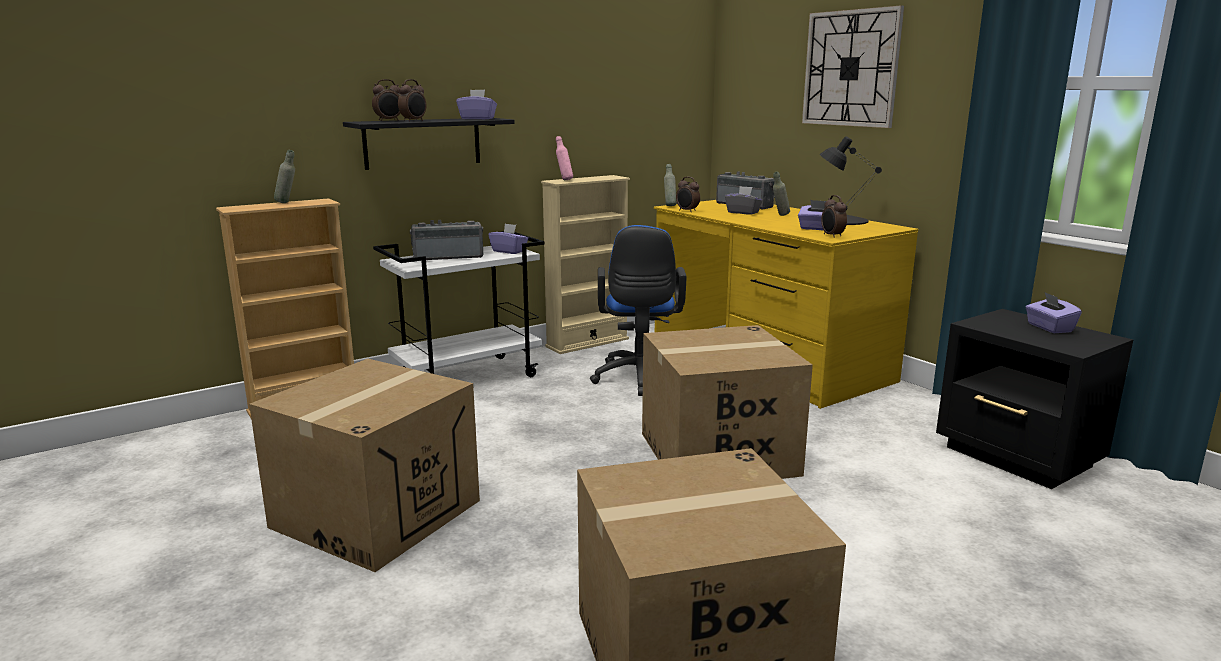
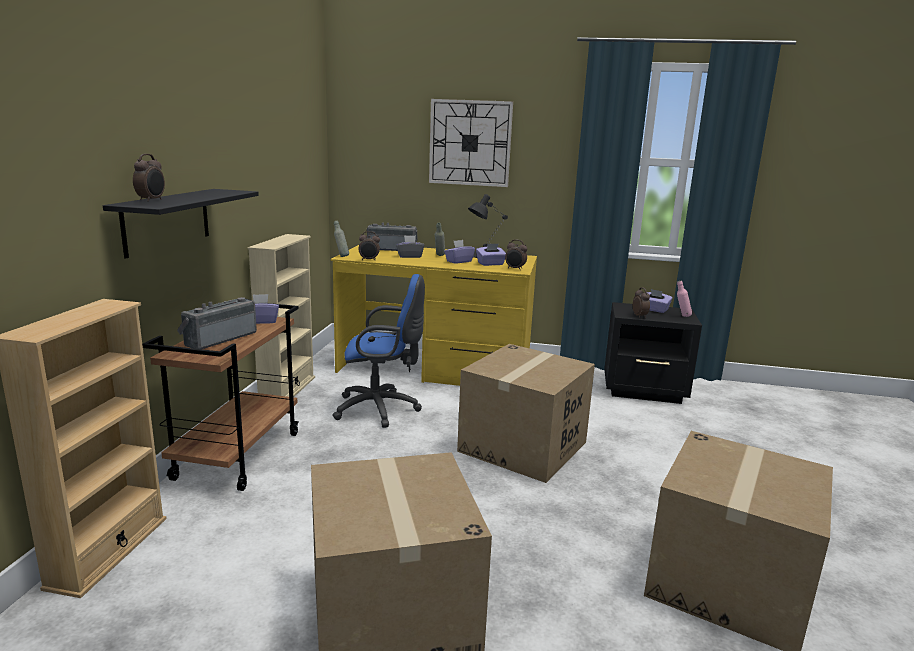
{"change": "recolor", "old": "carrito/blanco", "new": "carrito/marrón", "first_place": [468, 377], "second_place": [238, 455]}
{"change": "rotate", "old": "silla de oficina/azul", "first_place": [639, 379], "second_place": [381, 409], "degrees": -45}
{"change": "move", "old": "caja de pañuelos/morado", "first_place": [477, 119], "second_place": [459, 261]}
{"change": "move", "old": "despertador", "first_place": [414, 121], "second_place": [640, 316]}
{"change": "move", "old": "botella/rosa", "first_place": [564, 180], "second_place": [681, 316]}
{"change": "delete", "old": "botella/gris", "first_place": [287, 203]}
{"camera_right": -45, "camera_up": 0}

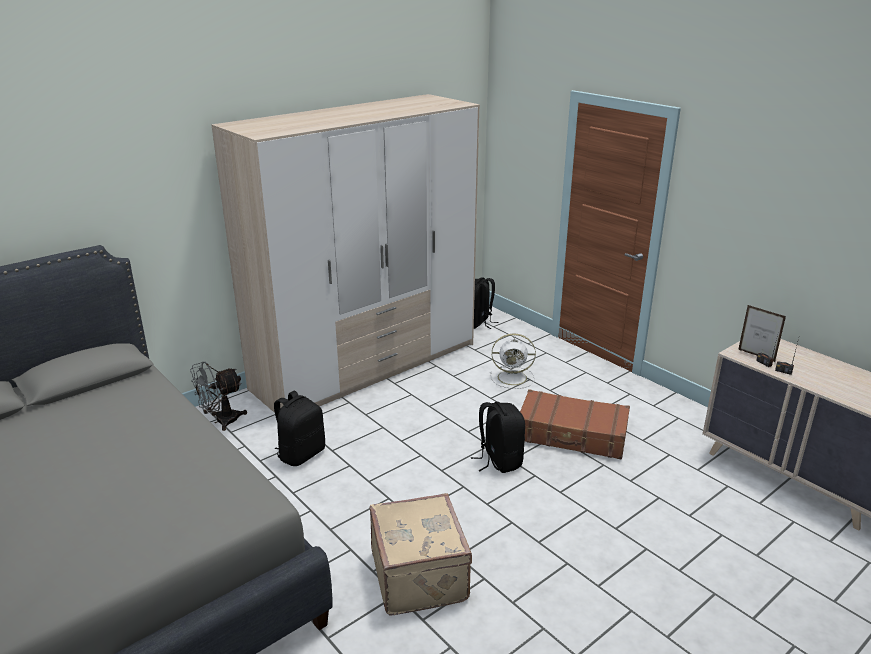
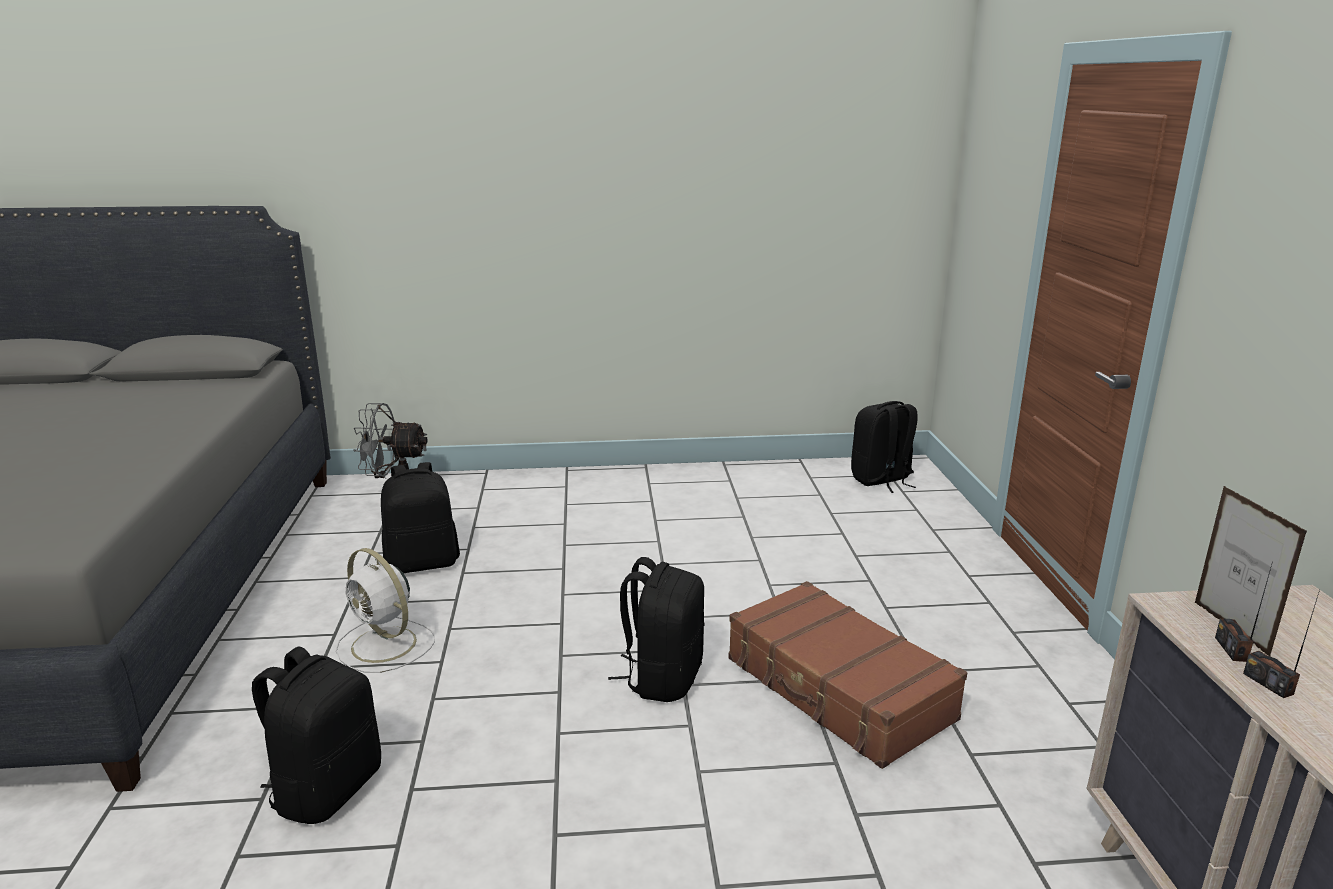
{"change": "replace", "old": "maleta/beis", "new": "mochila/negro", "first_place": [420, 575], "second_place": [327, 789]}
{"change": "move", "old": "ventilador/blanco", "first_place": [513, 378], "second_place": [386, 646]}
{"change": "delete", "old": "armario ropero", "first_place": [367, 366]}
{"camera_right": 35, "camera_up": -5}

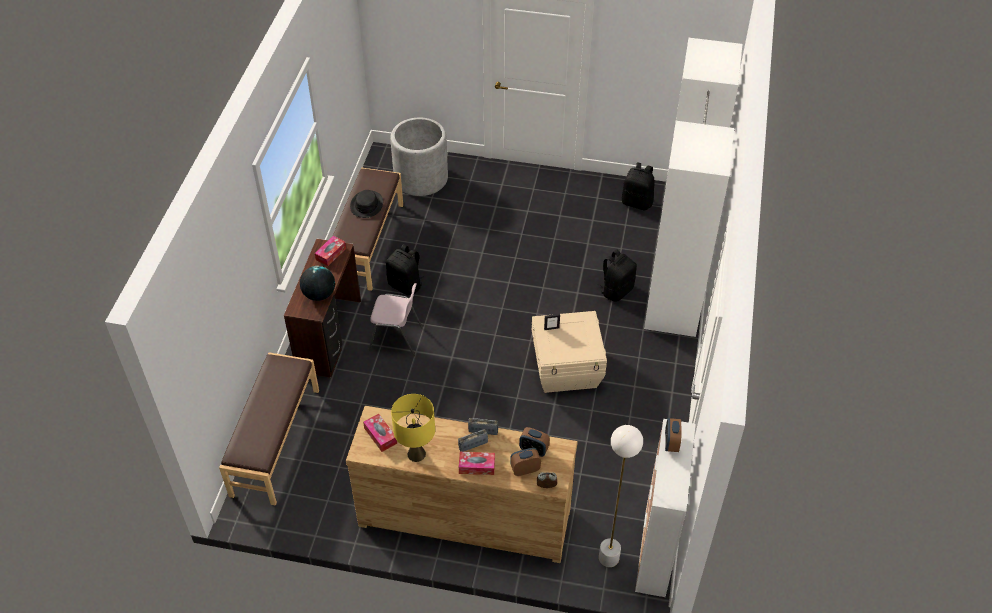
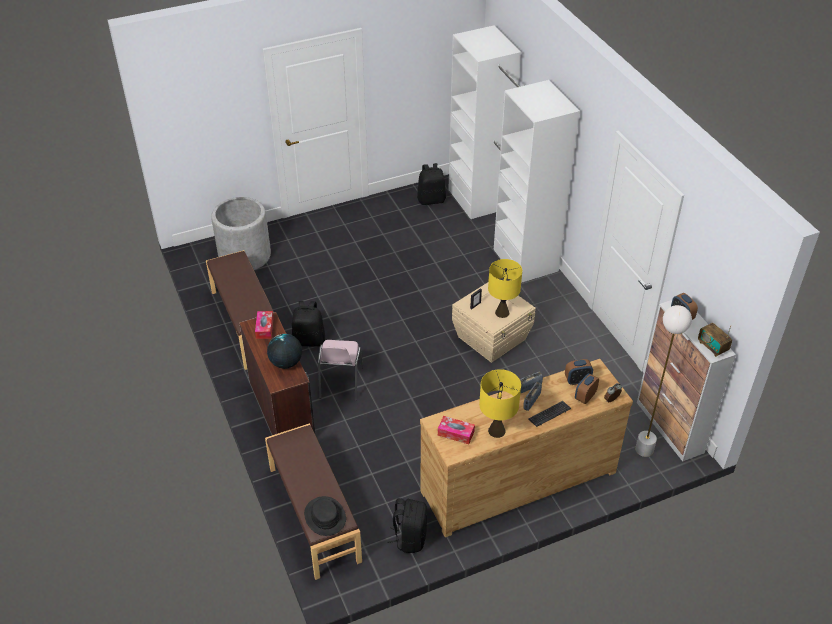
{"change": "move", "old": "sombrero/negro", "first_place": [366, 205], "second_place": [325, 517]}
{"change": "rotate", "old": "silla/rosa", "first_place": [396, 339], "second_place": [340, 383], "degrees": 120}
{"change": "move", "old": "mochila/negro", "first_place": [616, 290], "second_place": [410, 538]}
{"change": "insert", "new": "lámpara de mesa/amarillo", "second_place": [502, 312]}
{"change": "replace", "old": "caja de pañuelos", "new": "teclado", "first_place": [476, 466], "second_place": [549, 414]}
{"change": "insert", "new": "radio", "second_place": [712, 347]}
{"camera_right": -35, "camera_up": -5}

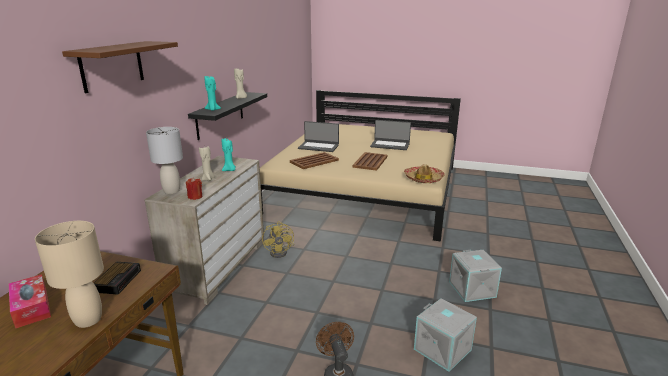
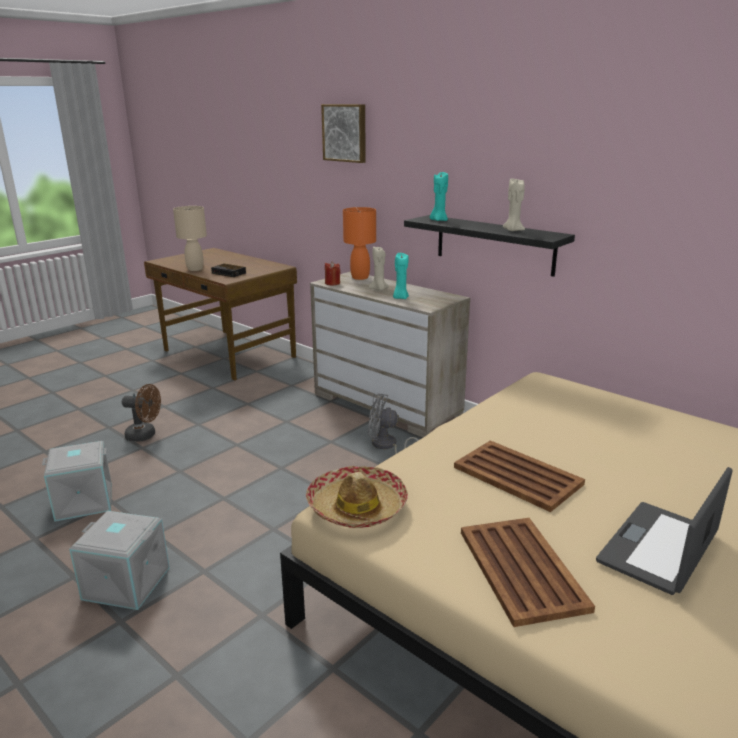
{"change": "replace", "old": "estante/marrón", "new": "cuadro", "first_place": [112, 66], "second_place": [345, 133]}
{"change": "recolor", "old": "lámpara de mesa/gris", "new": "lámpara de mesa/naranja", "first_place": [171, 191], "second_place": [360, 277]}
{"change": "recolor", "old": "ventilador/amarillo", "new": "ventilador/gris", "first_place": [281, 252], "second_place": [387, 446]}
{"change": "move", "old": "bandeja/marrón", "first_place": [313, 161], "second_place": [521, 568]}
{"change": "delete", "old": "caja de pañuelos", "first_place": [31, 307]}
{"change": "delete", "old": "portátil", "first_place": [318, 147]}
{"camera_right": 115, "camera_up": 0}

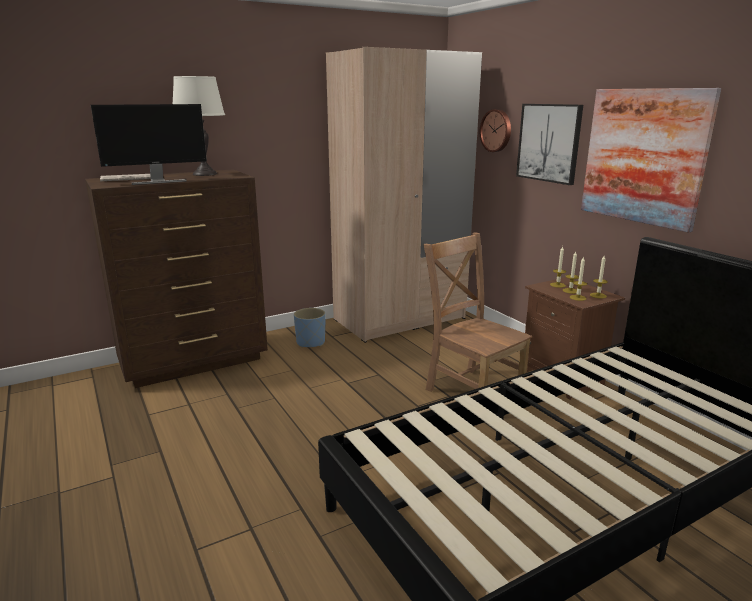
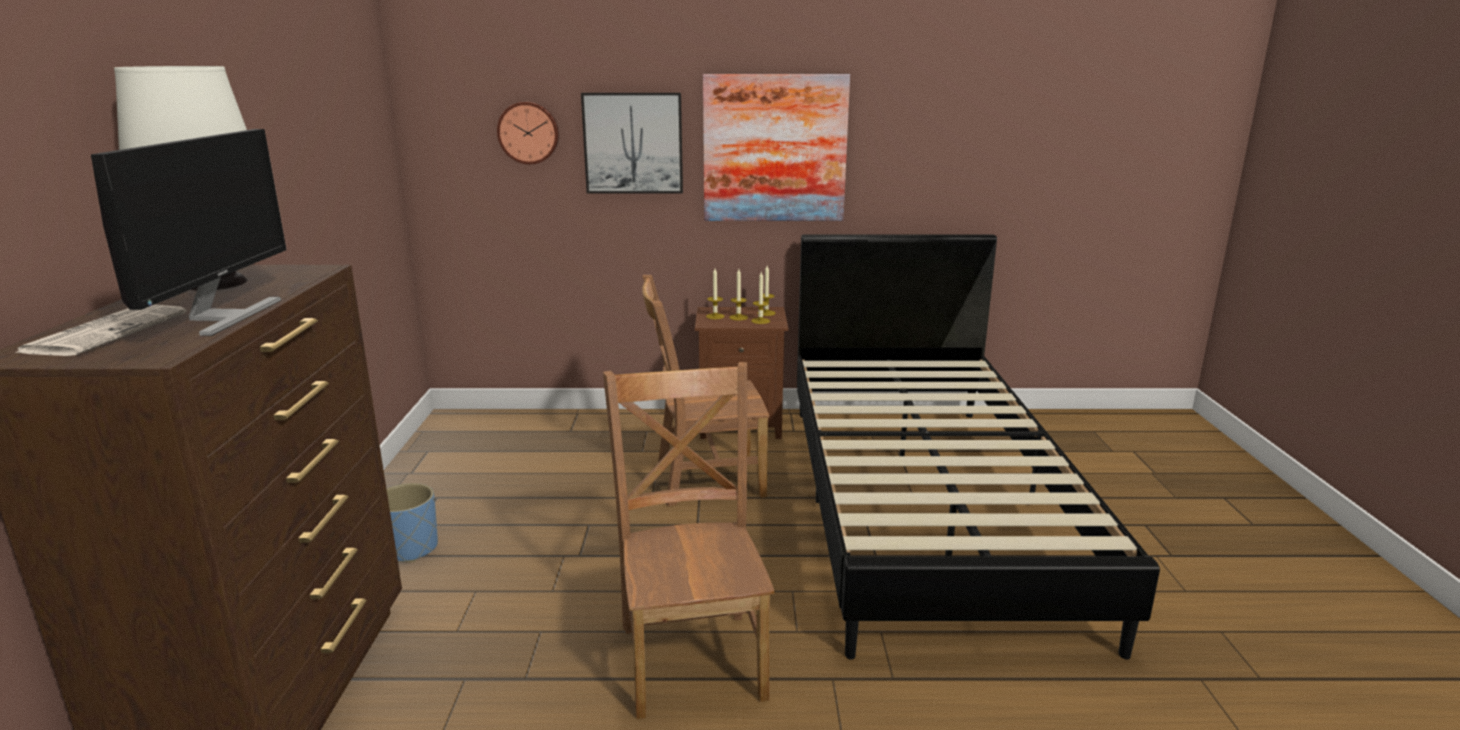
{"change": "insert", "new": "silla/marrón", "second_place": [692, 655]}
{"change": "delete", "old": "armario ropero/beis", "first_place": [400, 319]}
{"camera_right": -60, "camera_up": 0}

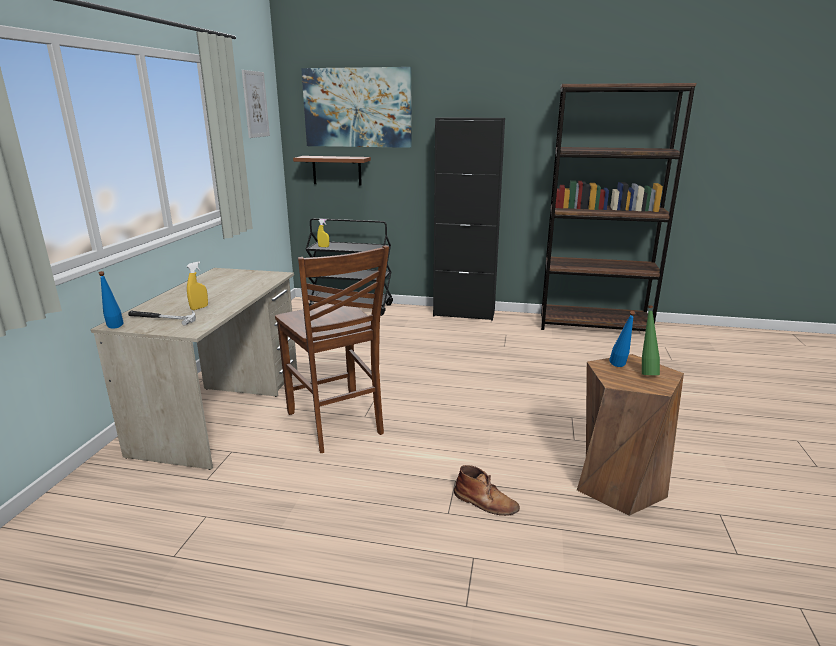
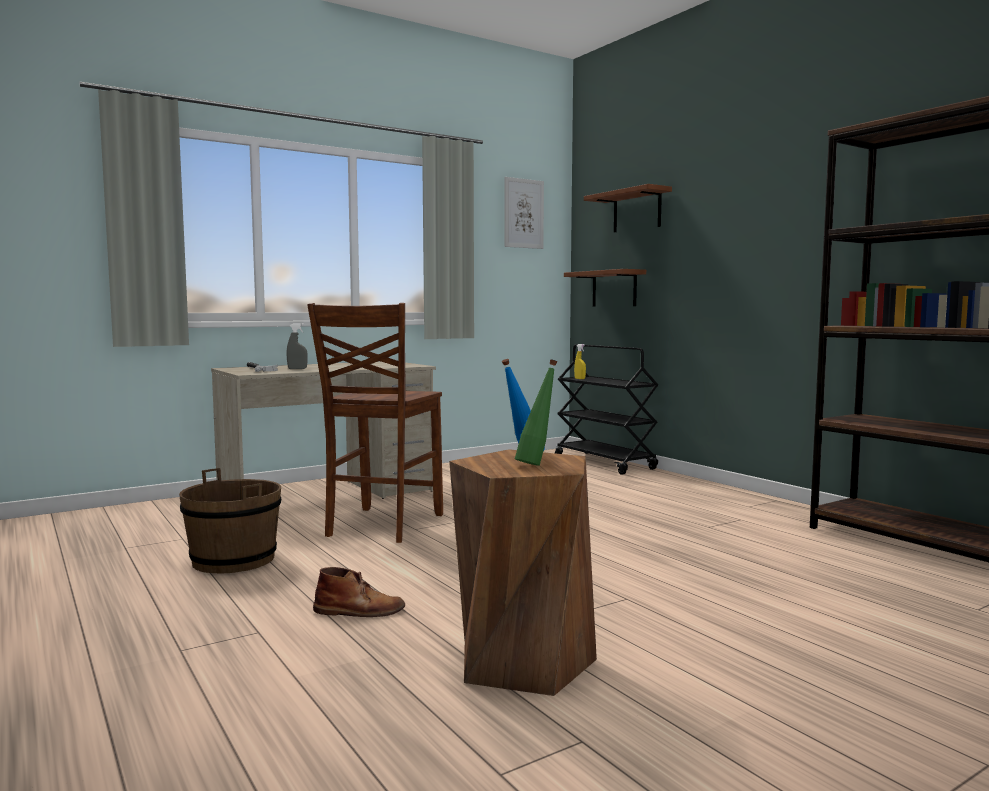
{"change": "insert", "new": "cubo/marrón", "second_place": [234, 560]}
{"change": "recolor", "old": "pulverizador/amarillo", "new": "pulverizador/gris", "first_place": [199, 308], "second_place": [297, 369]}
{"change": "rotate", "old": "bota/marrón", "first_place": [486, 502], "second_place": [360, 611], "degrees": -75}
{"change": "replace", "old": "cuadro", "new": "estante/marrón", "first_place": [357, 108], "second_place": [637, 211]}
{"change": "delete", "old": "botella/azul", "first_place": [115, 329]}
{"change": "delete", "old": "armario/negro", "first_place": [464, 313]}
{"camera_right": 45, "camera_up": -15}

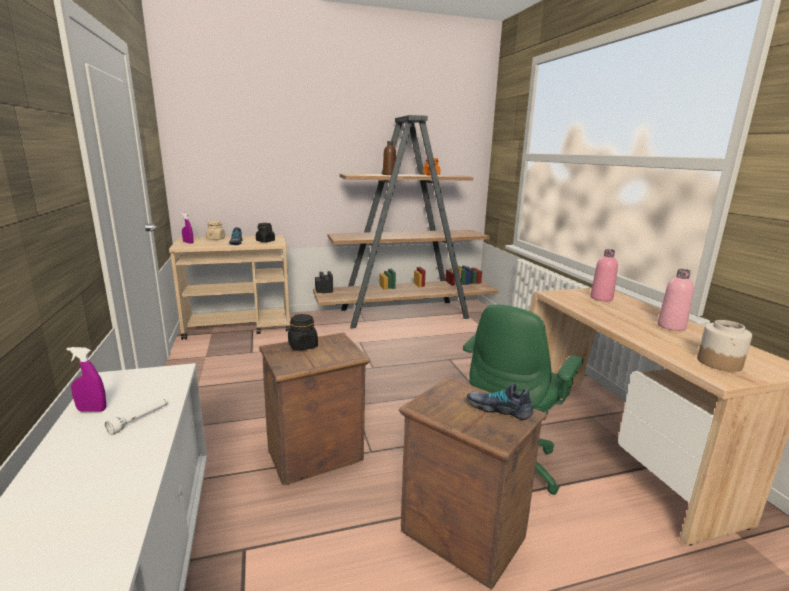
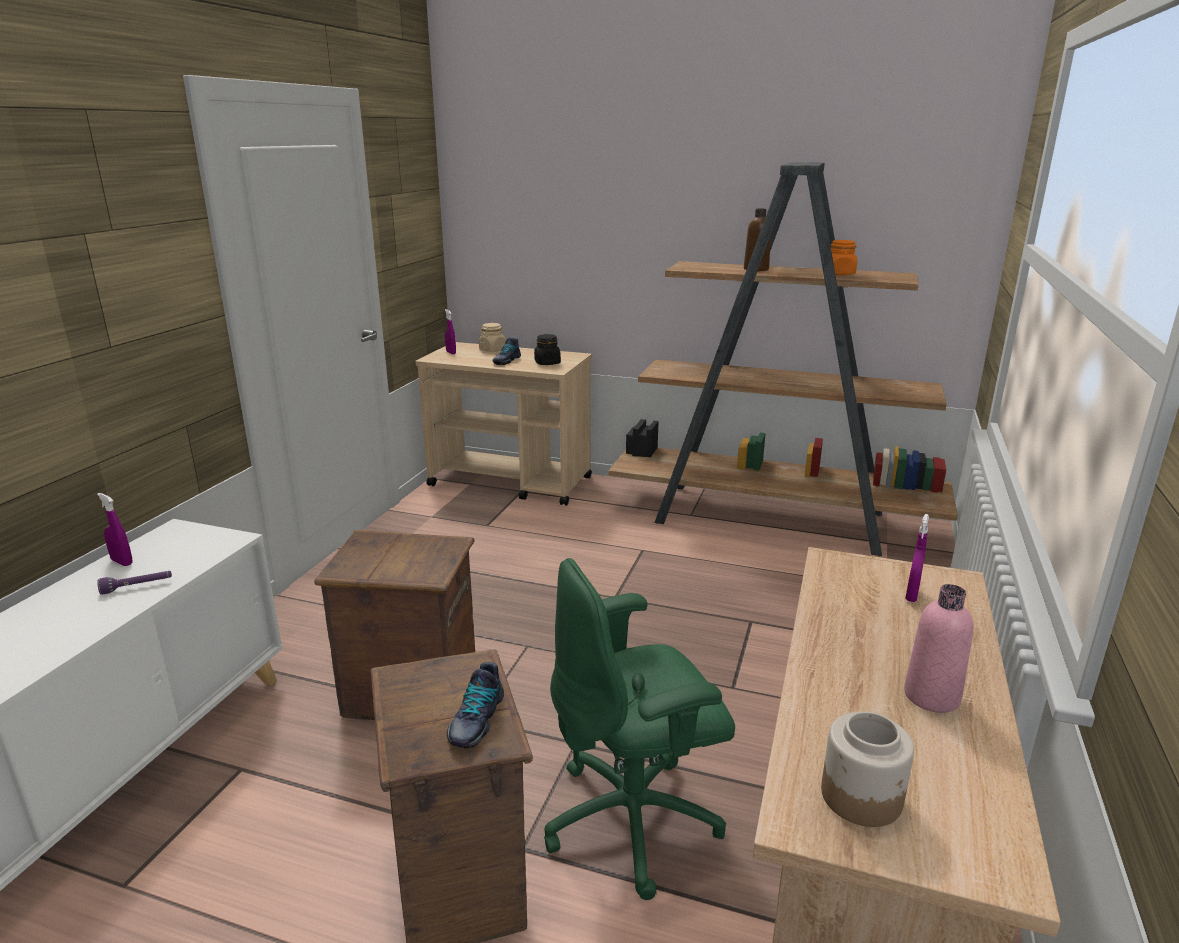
{"change": "recolor", "old": "linterna/blanco", "new": "linterna/morado", "first_place": [140, 420], "second_place": [137, 587]}
{"change": "rotate", "old": "zapato", "first_place": [499, 409], "second_place": [475, 720], "degrees": -135}
{"change": "replace", "old": "botella/rosa", "new": "pulverizador/morado", "first_place": [601, 298], "second_place": [911, 595]}
{"change": "delete", "old": "tarro/negro", "first_place": [303, 346]}
{"camera_right": 35, "camera_up": 5}

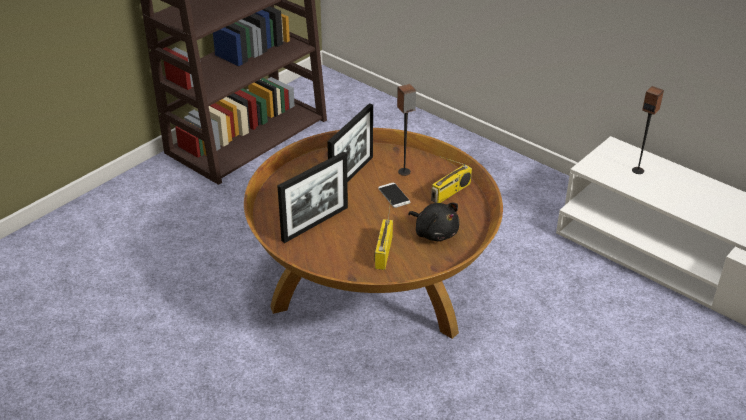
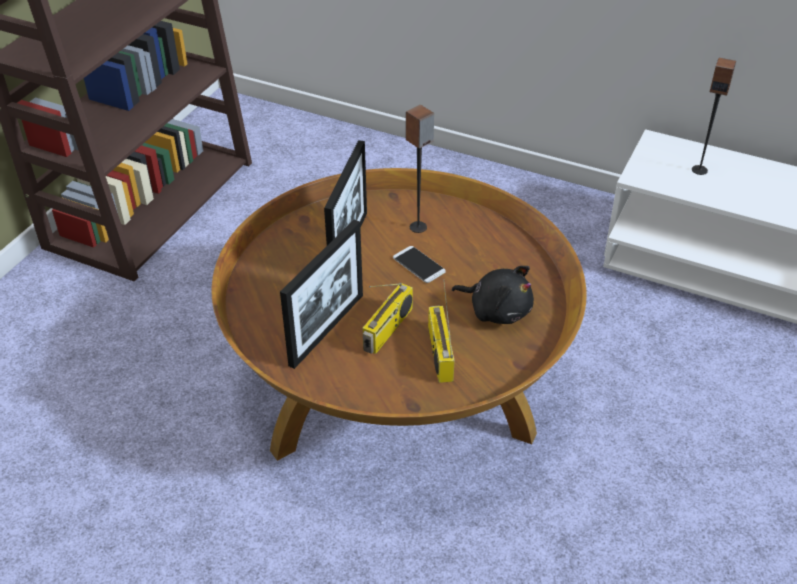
{"change": "move", "old": "radio", "first_place": [450, 192], "second_place": [388, 330]}
{"camera_right": -15, "camera_up": 5}

